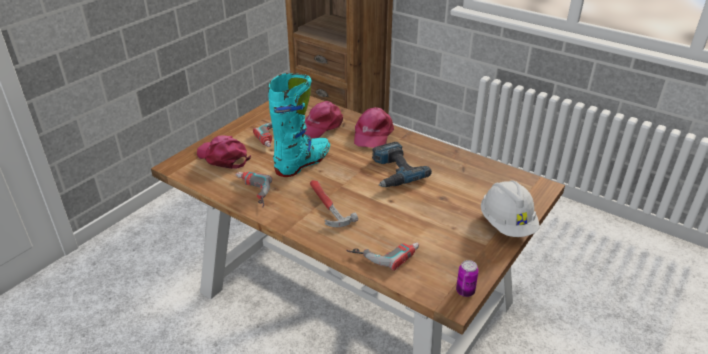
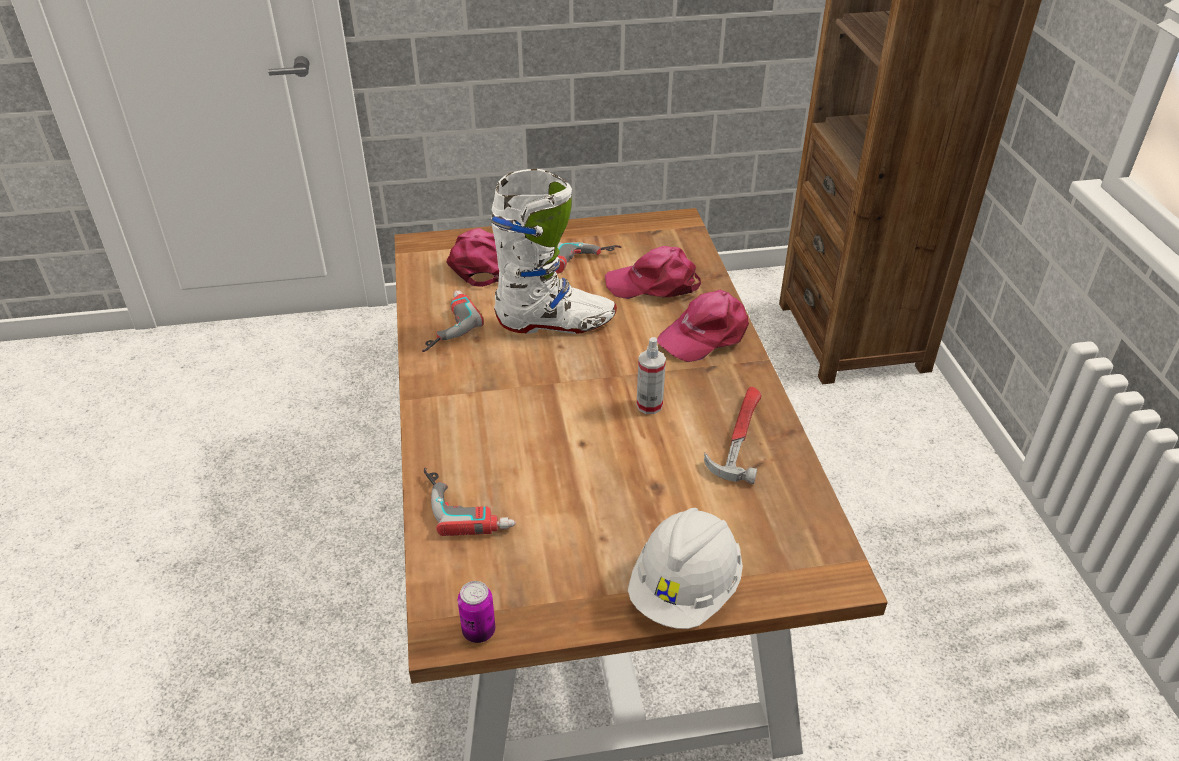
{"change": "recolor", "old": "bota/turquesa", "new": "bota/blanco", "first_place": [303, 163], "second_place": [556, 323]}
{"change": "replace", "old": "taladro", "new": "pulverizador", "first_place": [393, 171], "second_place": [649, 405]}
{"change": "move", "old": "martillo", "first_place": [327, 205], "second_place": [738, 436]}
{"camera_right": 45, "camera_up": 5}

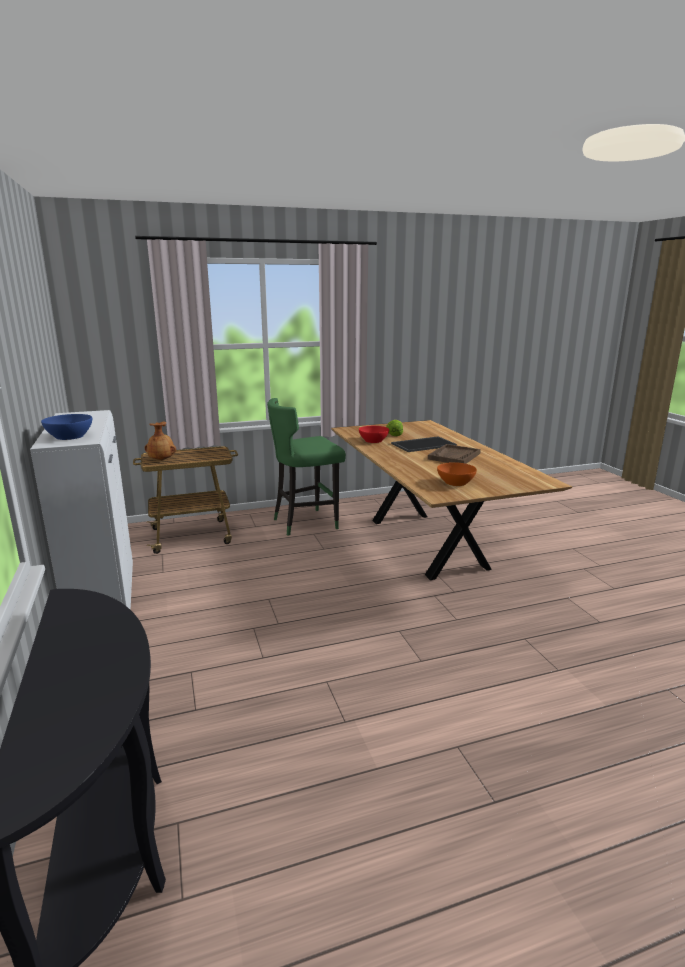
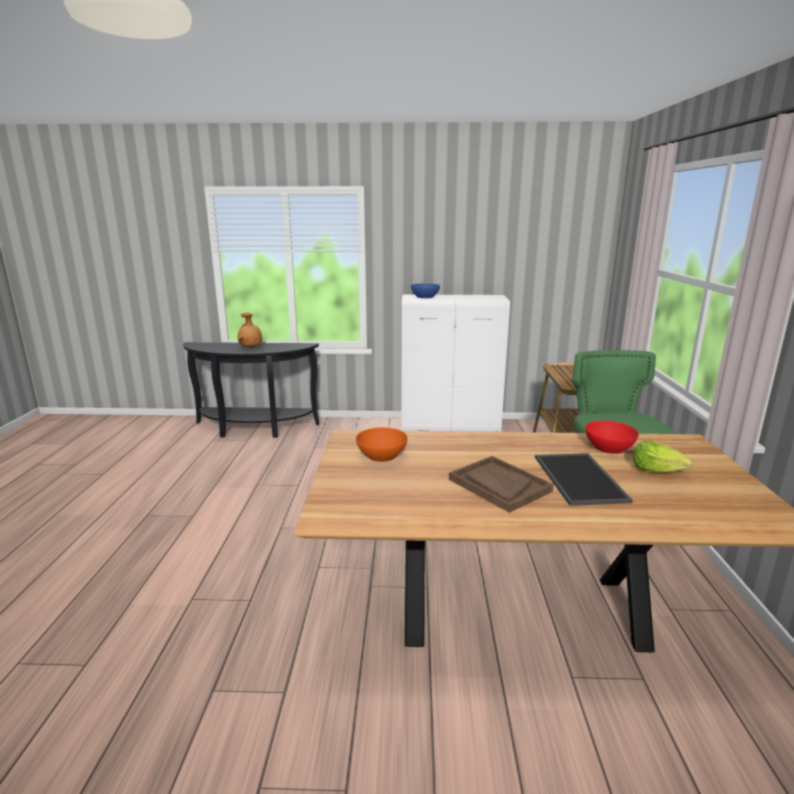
{"change": "move", "old": "florero/marrón", "first_place": [162, 460], "second_place": [251, 348]}
{"camera_right": 110, "camera_up": 0}

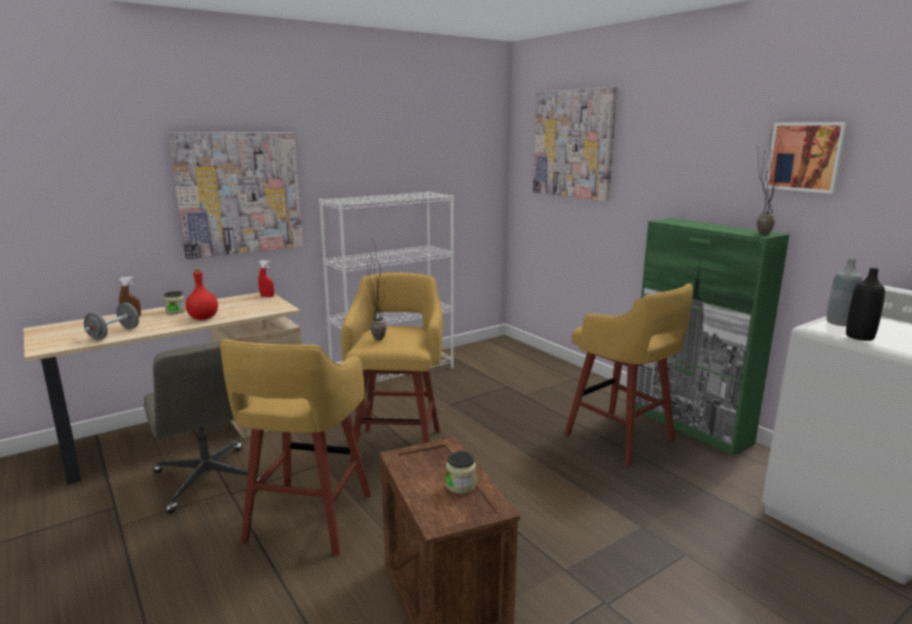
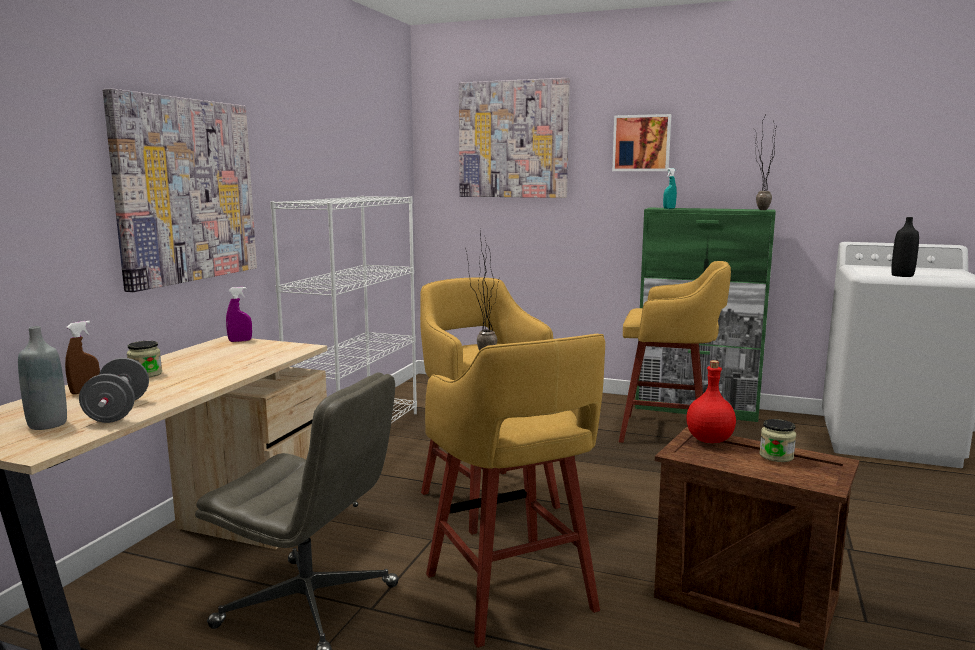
{"change": "move", "old": "botella/gris", "first_place": [839, 323], "second_place": [47, 424]}
{"change": "recolor", "old": "pulverizador/rojo", "new": "pulverizador/morado", "first_place": [267, 296], "second_place": [240, 341]}
{"change": "move", "old": "cuadro", "first_place": [806, 156], "second_place": [641, 143]}
{"change": "insert", "new": "pulverizador/turquesa", "second_place": [669, 208]}
{"change": "move", "old": "botella/rojo", "first_place": [203, 318], "second_place": [708, 440]}
{"camera_right": -35, "camera_up": -5}

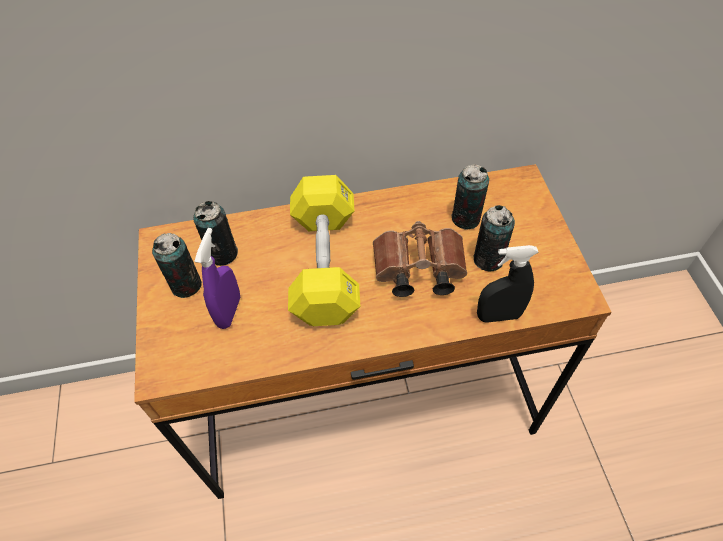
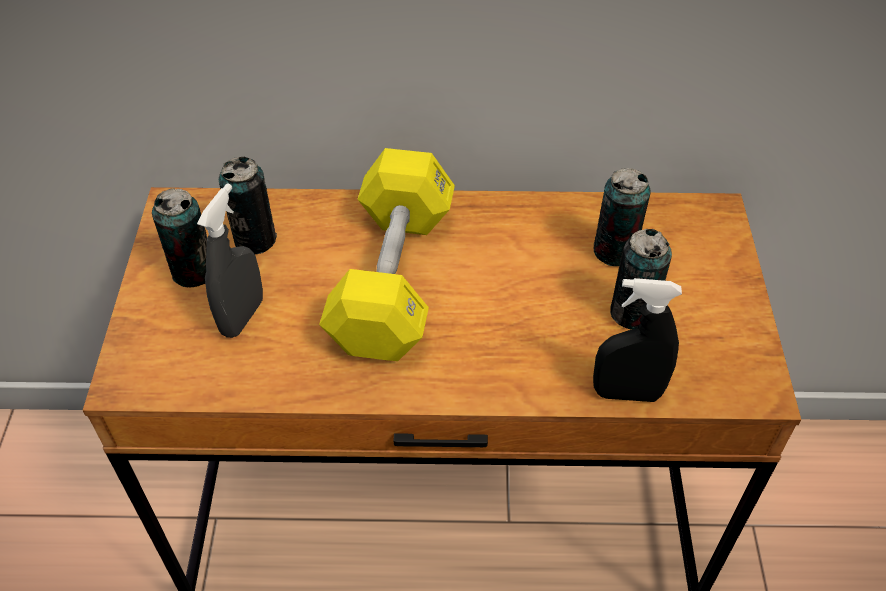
{"change": "recolor", "old": "pulverizador/morado", "new": "pulverizador/gris", "first_place": [229, 311], "second_place": [242, 317]}
{"change": "delete", "old": "prismáticos/marrón", "first_place": [416, 271]}
{"camera_right": 10, "camera_up": -5}

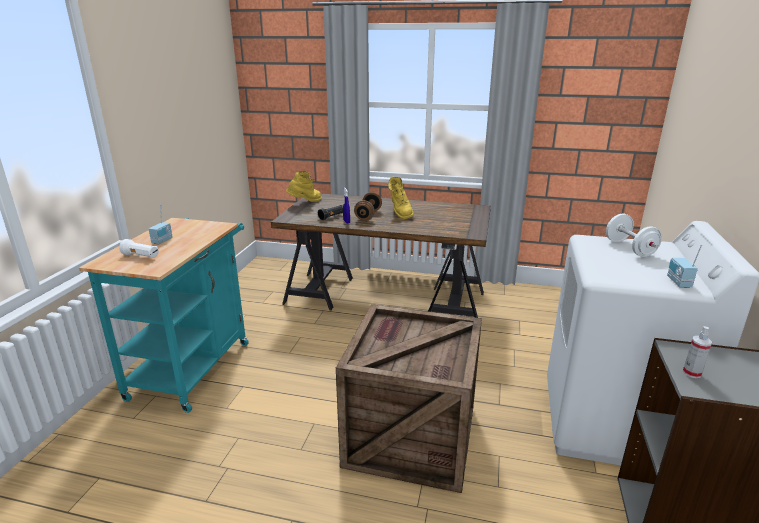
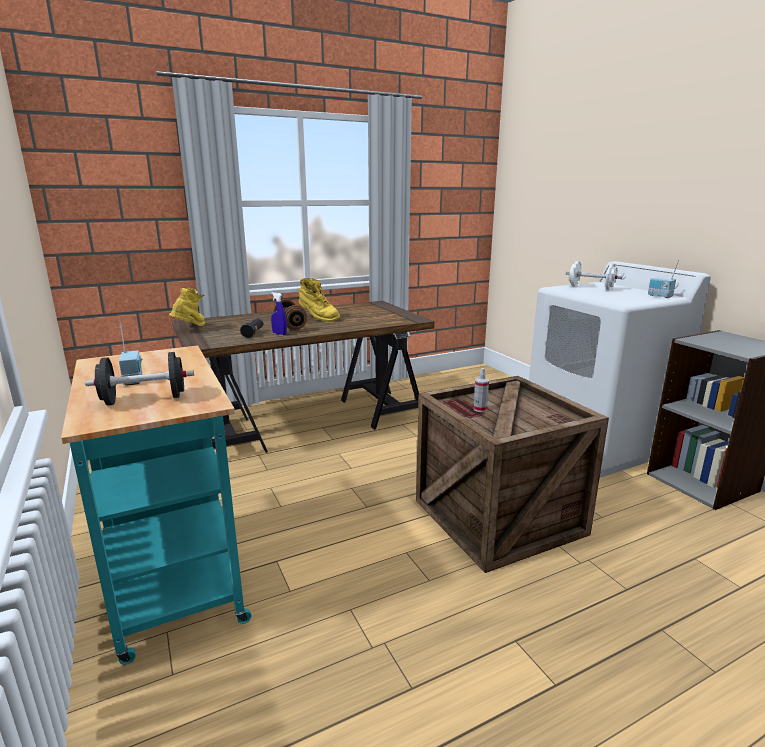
{"change": "replace", "old": "linterna/blanco", "new": "mancuerna/negro", "first_place": [141, 256], "second_place": [144, 400]}
{"change": "move", "old": "pulverizador", "first_place": [692, 373], "second_place": [480, 409]}
{"camera_right": -40, "camera_up": -5}

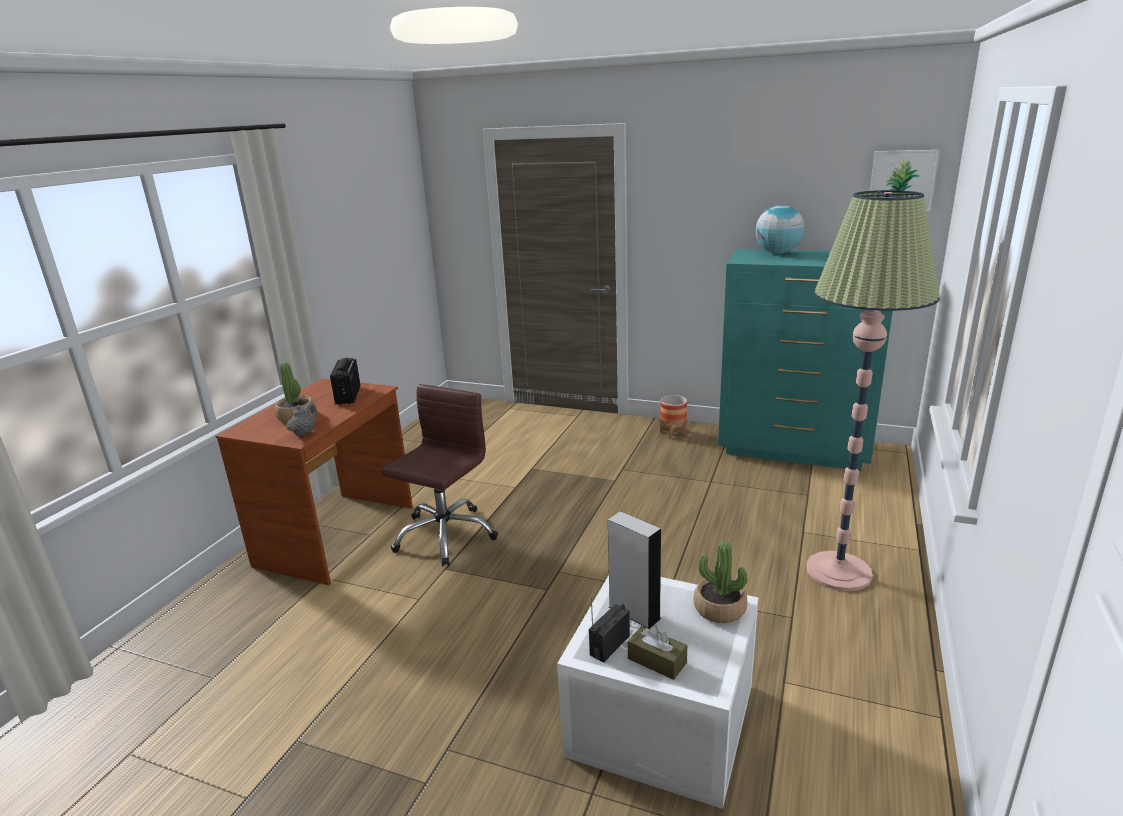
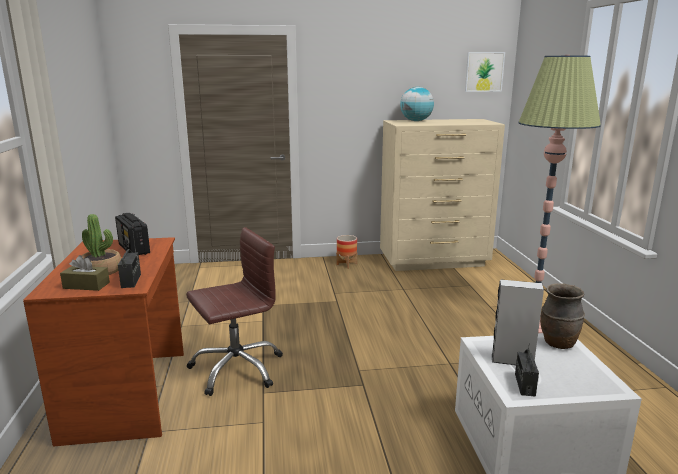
{"change": "move", "old": "caja de pañuelos/marrón", "first_place": [657, 661], "second_place": [86, 285]}
{"change": "replace", "old": "tetera/gris", "new": "radio", "first_place": [304, 432], "second_place": [131, 281]}
{"change": "rotate", "old": "silla de oficina/marrón", "first_place": [444, 535], "second_place": [236, 368], "degrees": 60}
{"change": "recolor", "old": "cómoda/turquesa", "new": "cómoda/beis", "first_place": [794, 449], "second_place": [434, 261]}
{"change": "replace", "old": "planta en maceta", "new": "florero/marrón", "first_place": [719, 609], "second_place": [558, 344]}
{"camera_right": -30, "camera_up": -5}

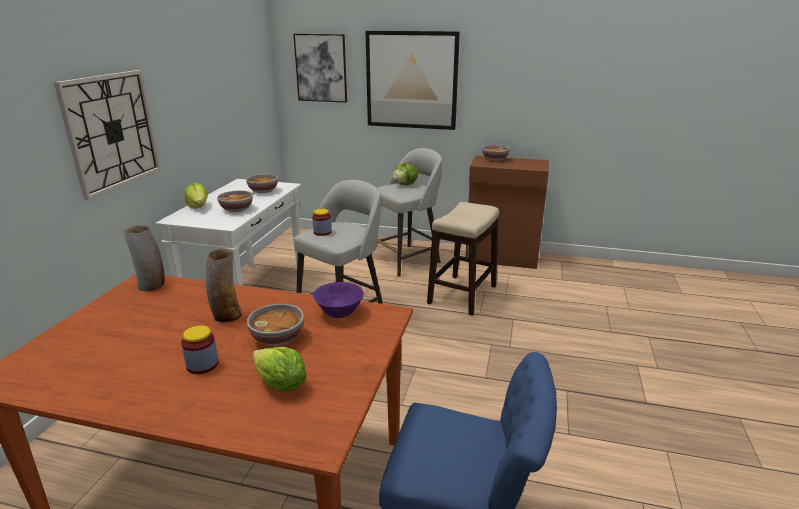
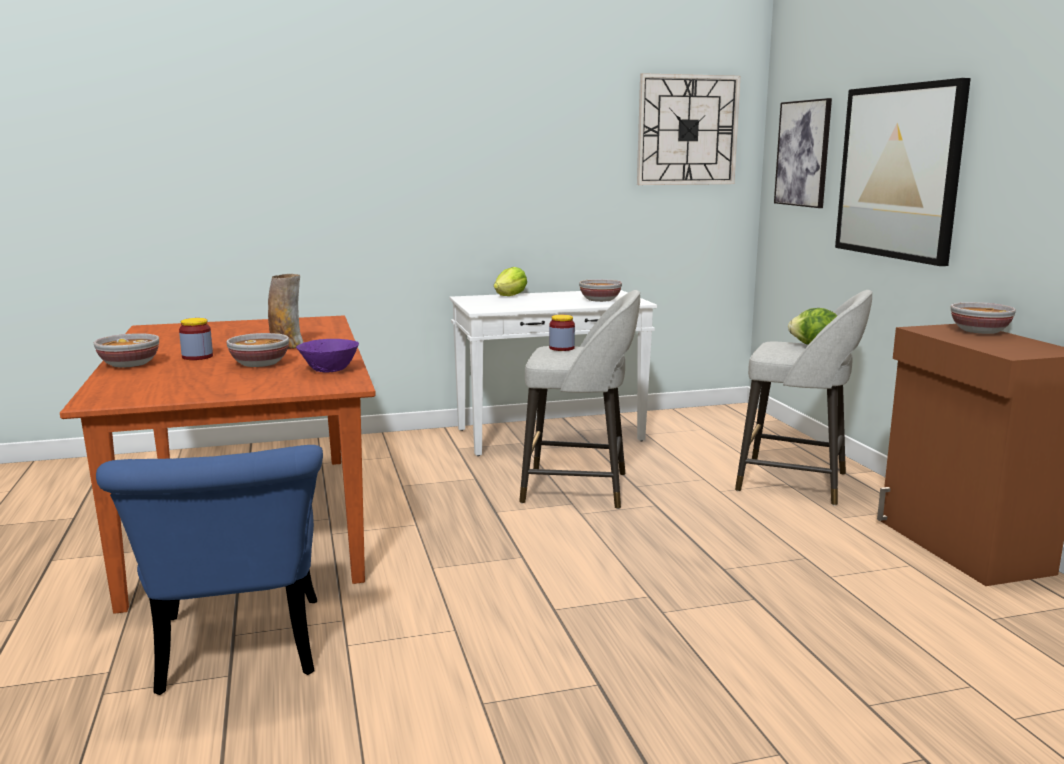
{"change": "move", "old": "cuenco", "first_place": [237, 209], "second_place": [129, 364]}
{"change": "move", "old": "reloj de pared", "first_place": [112, 131], "second_place": [687, 130]}
{"change": "delete", "old": "florero", "first_place": [151, 285]}
{"change": "delete", "old": "lechuga", "first_place": [280, 385]}
{"change": "delete", "old": "taburete", "first_place": [462, 294]}
{"camera_right": 60, "camera_up": -10}

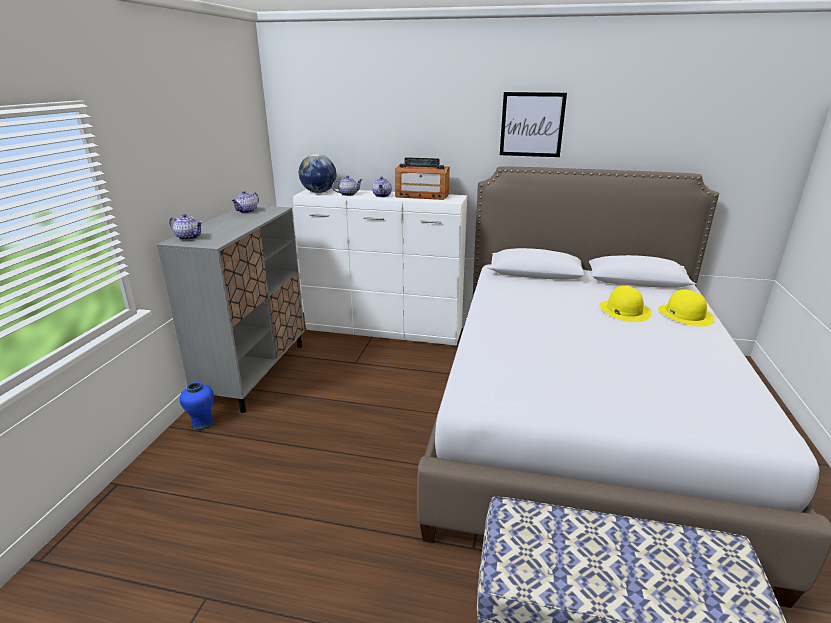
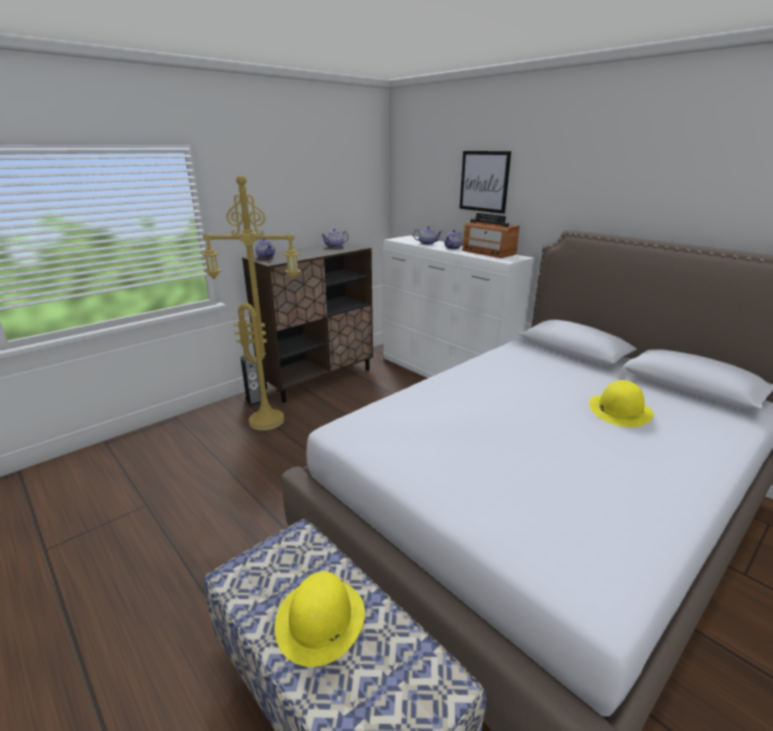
{"change": "insert", "new": "lámpara de pie/amarillo", "second_place": [269, 420]}
{"change": "replace", "old": "florero/azul", "new": "altavoz", "first_place": [202, 423], "second_place": [253, 400]}
{"change": "recolor", "old": "armario/gris", "new": "armario/marrón", "first_place": [255, 372], "second_place": [318, 378]}
{"change": "move", "old": "sombrero/amarillo", "first_place": [685, 315], "second_place": [320, 619]}
{"change": "move", "old": "cuadro", "first_place": [532, 124], "second_place": [484, 181]}
{"change": "delete", "old": "globo terráqueo", "first_place": [318, 192]}
{"camera_right": 35, "camera_up": 0}

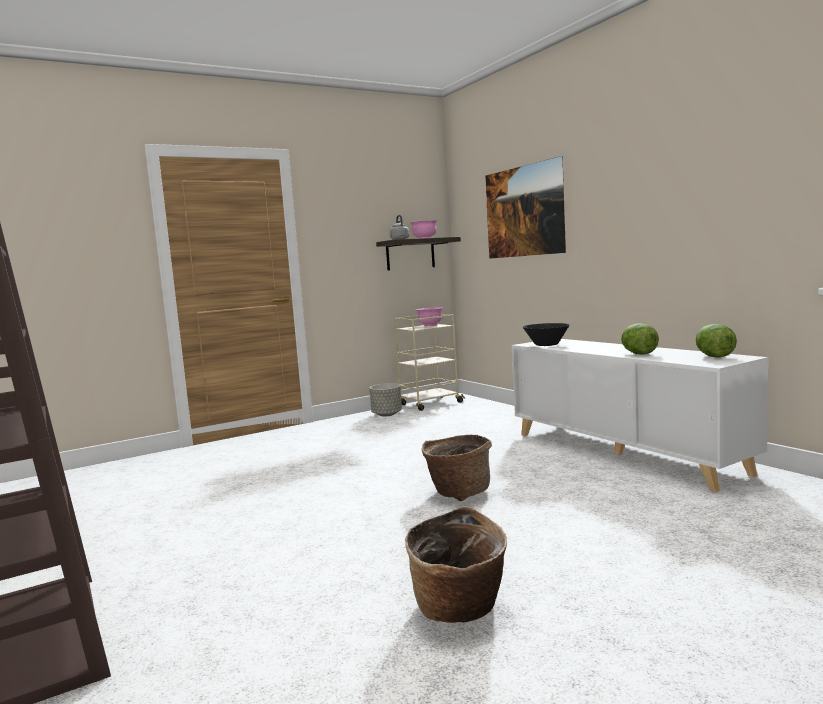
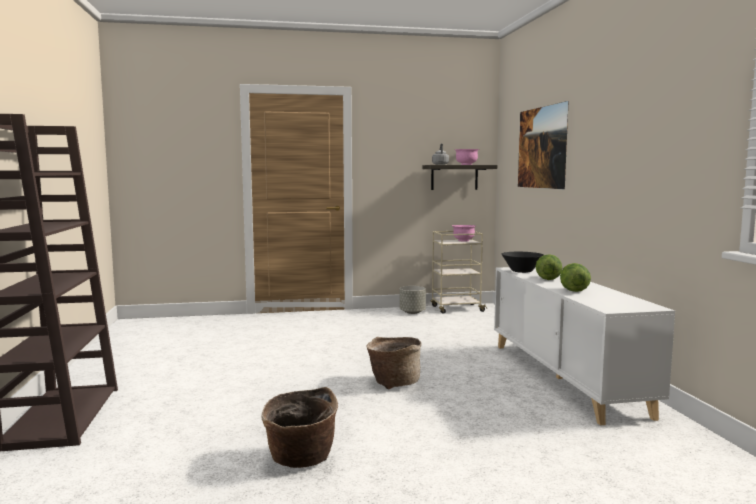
{"change": "move", "old": "lechuga", "first_place": [714, 356], "second_place": [548, 279]}
{"camera_right": 20, "camera_up": 0}

